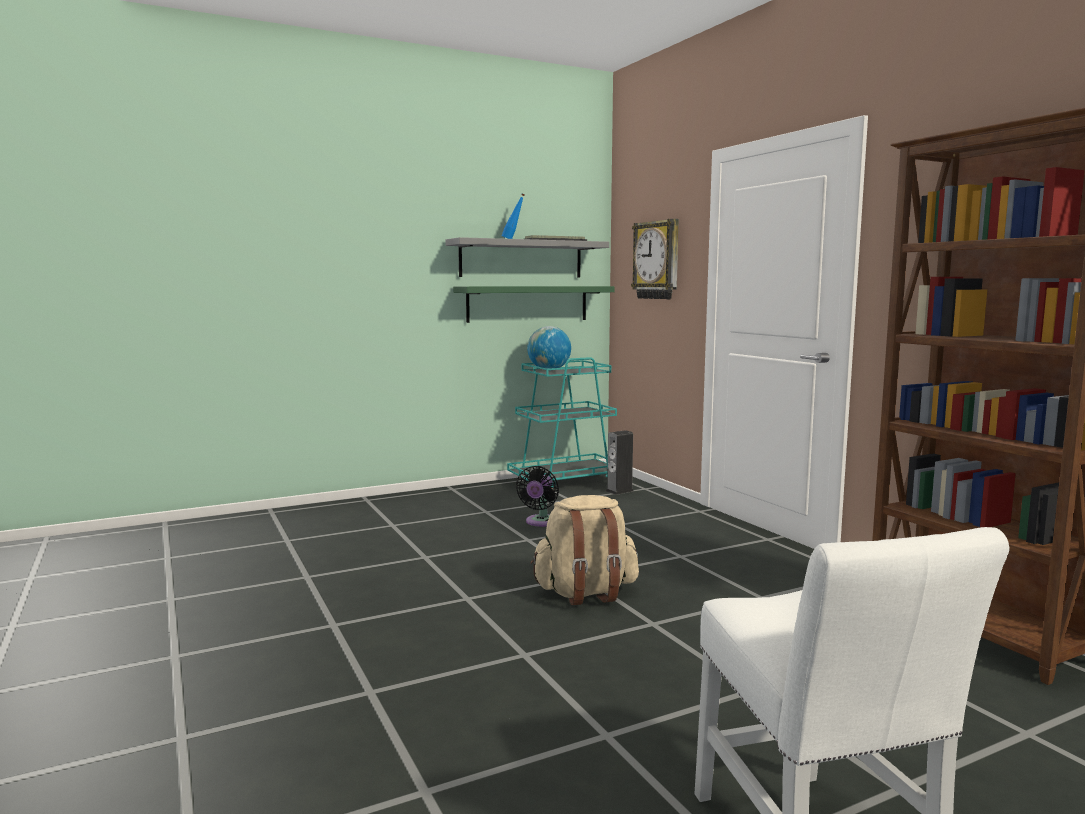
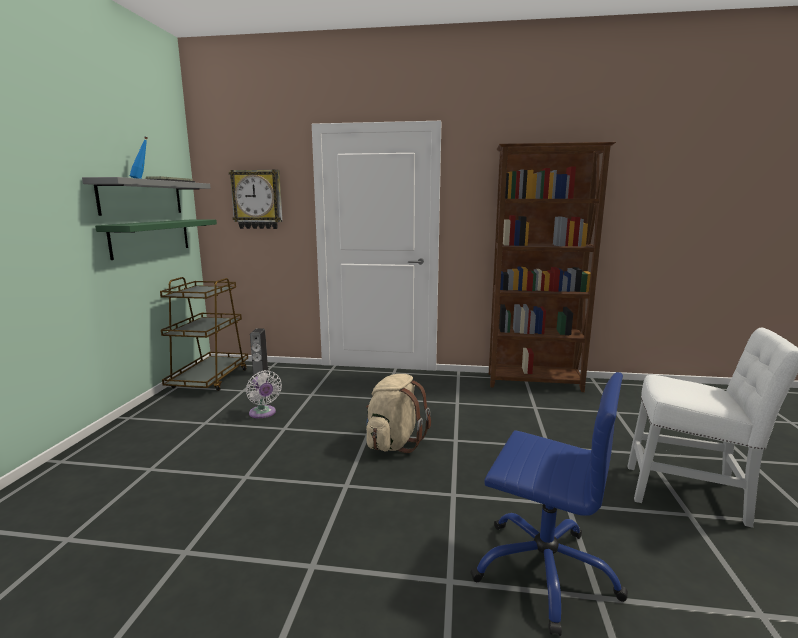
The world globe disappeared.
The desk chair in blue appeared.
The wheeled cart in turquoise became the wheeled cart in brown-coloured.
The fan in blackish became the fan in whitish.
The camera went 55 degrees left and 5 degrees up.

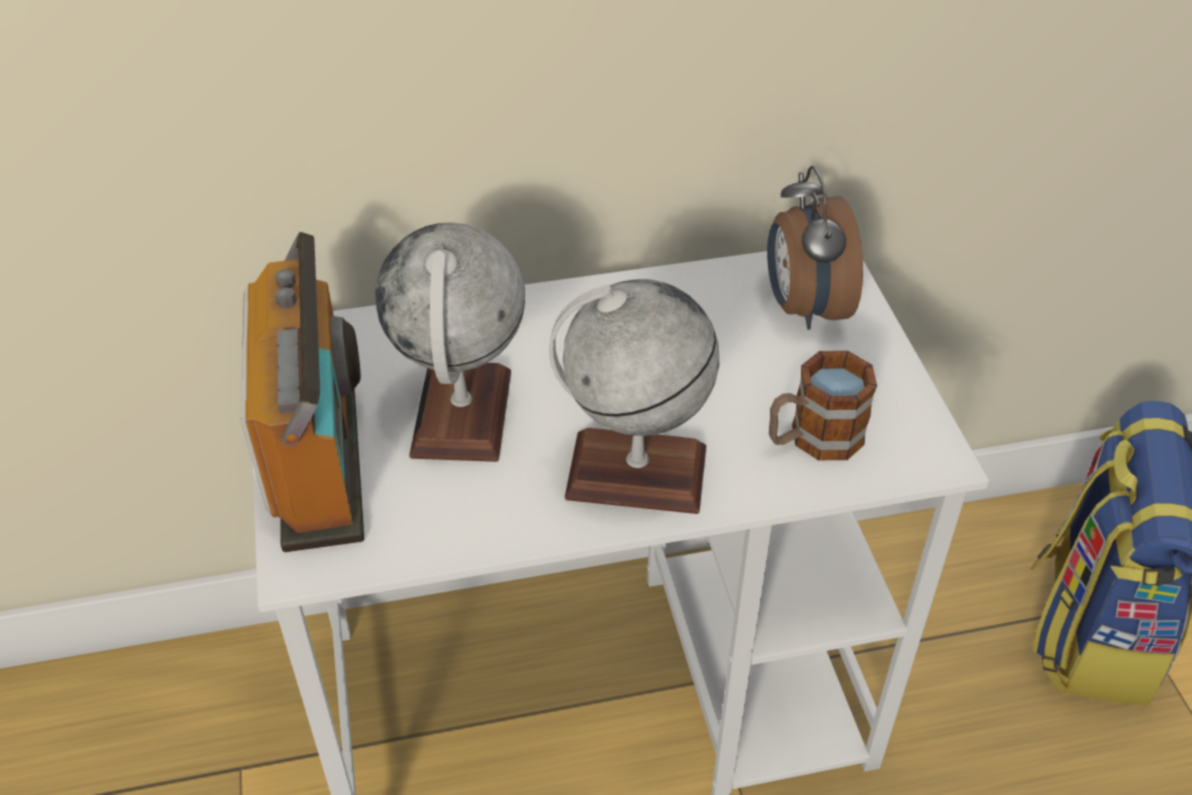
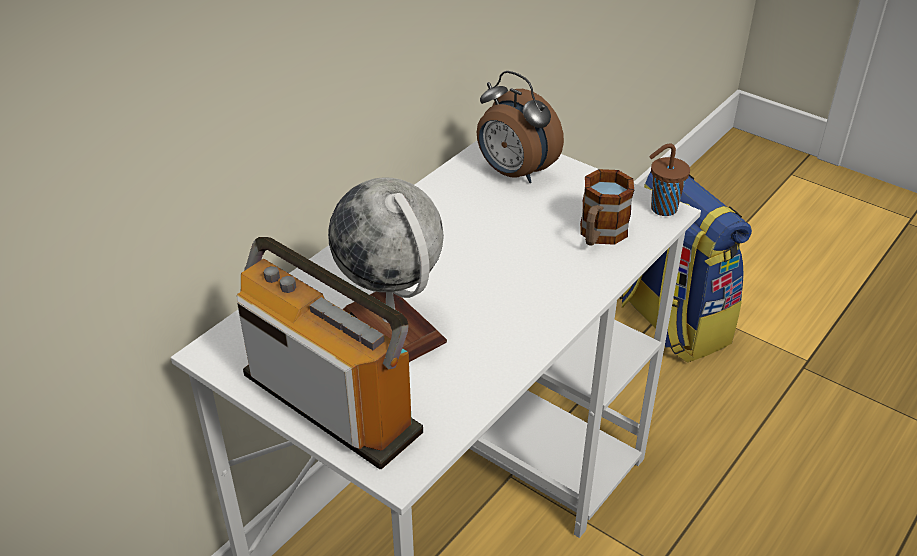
The world globe (2nd from left) disappeared.
The small cup in brown-coloured appeared.
The camera went 40 degrees left and 5 degrees down.

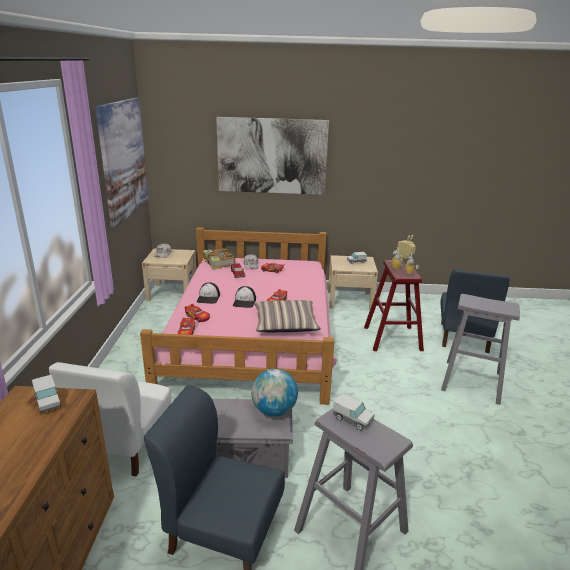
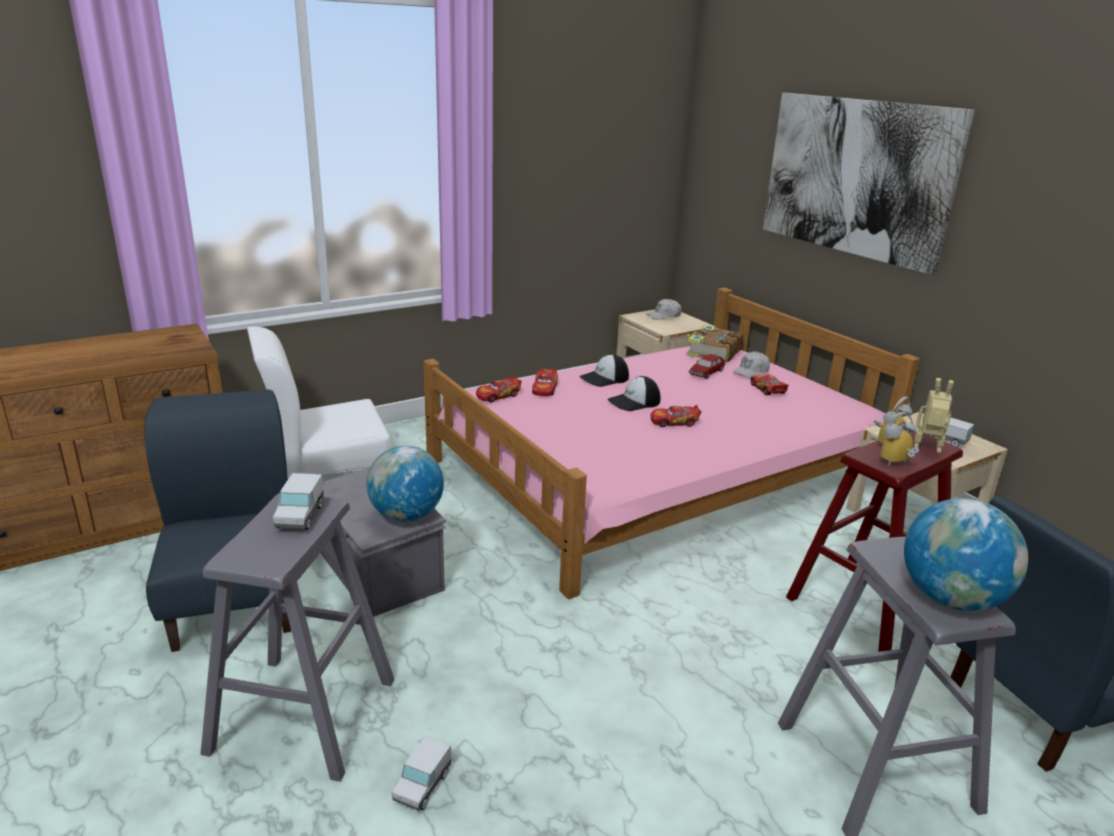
The wall picture (1st from left) disappeared.
The throw pillow disappeared.
The world globe (2nd from left) appeared.
The toy lorry (1st from left in the first image) moved.
The camera went 55 degrees right and 0 degrees up.

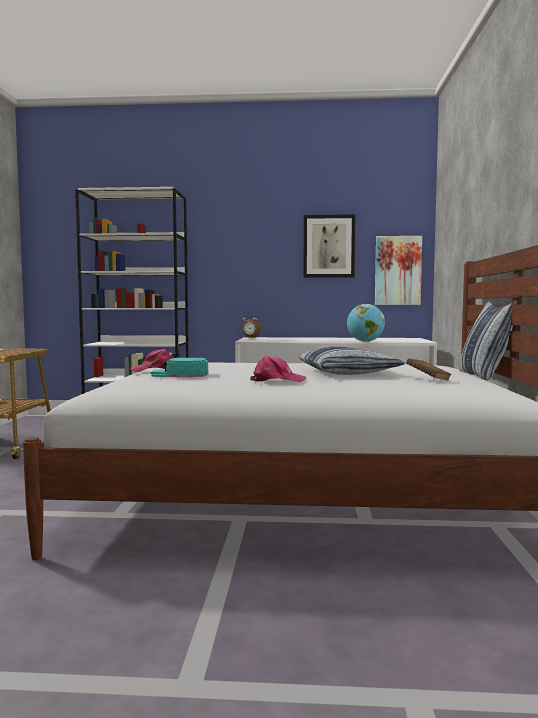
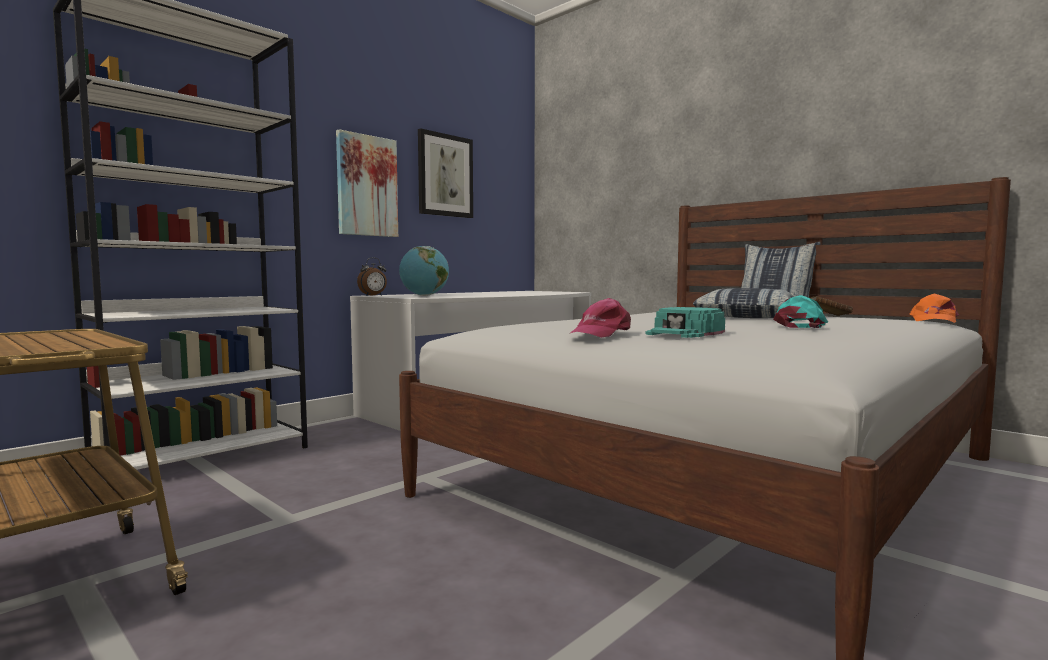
The baseball cap in orange appeared.
The world globe moved.
The wall picture (2nd from left in the first image) moved.
The baseball cap in pink-coloured (2nd from left) became the baseball cap in turquoise (2nd from left).
The camera went 50 degrees left and 0 degrees up.

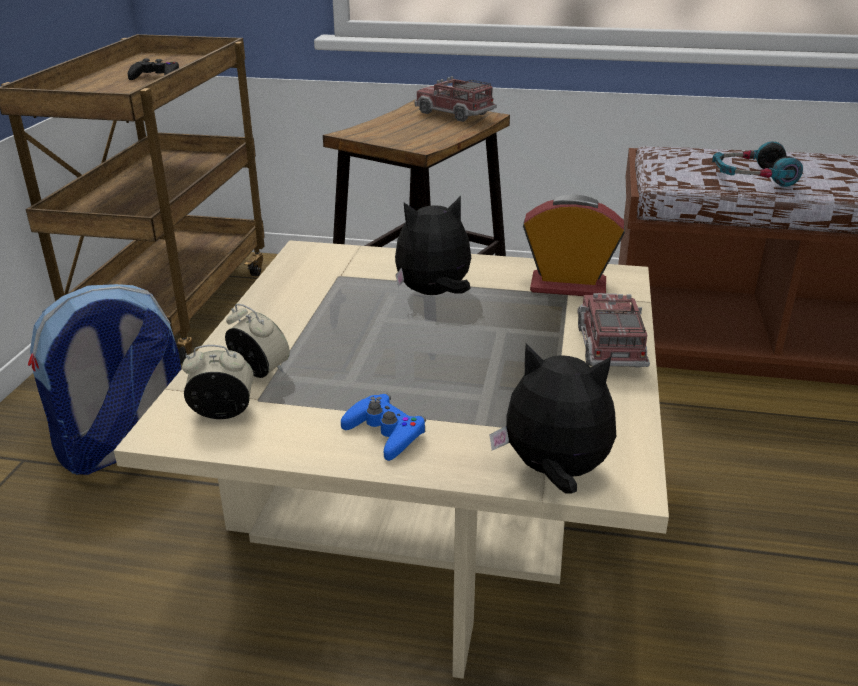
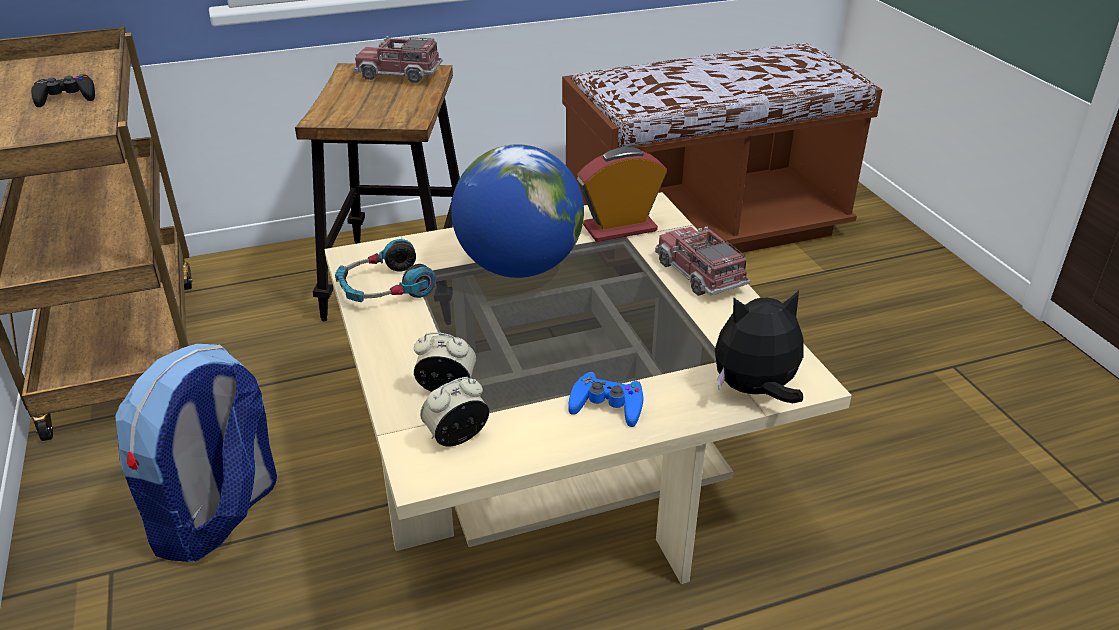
The headphones moved.
The plush toy (1st from left) was replaced by the world globe.
The camera went 30 degrees left and 5 degrees up.

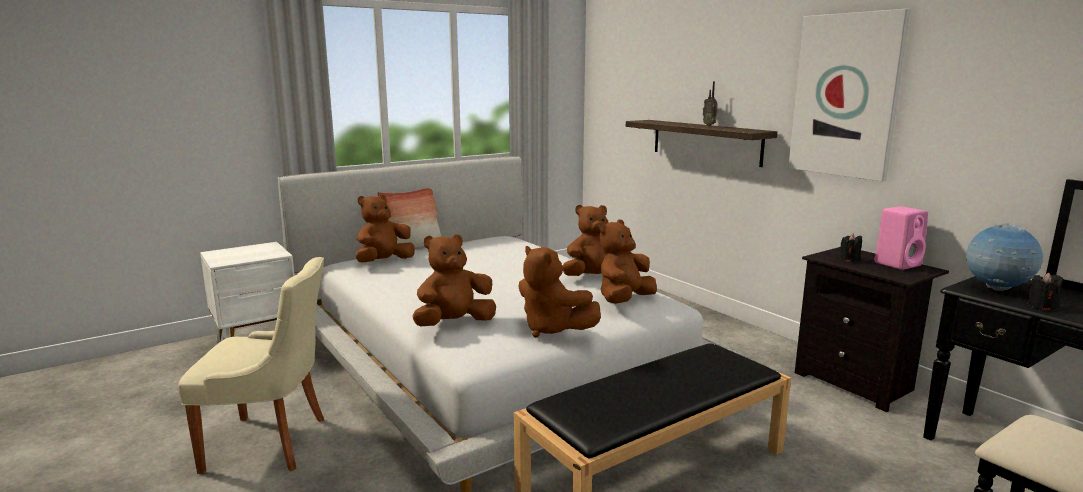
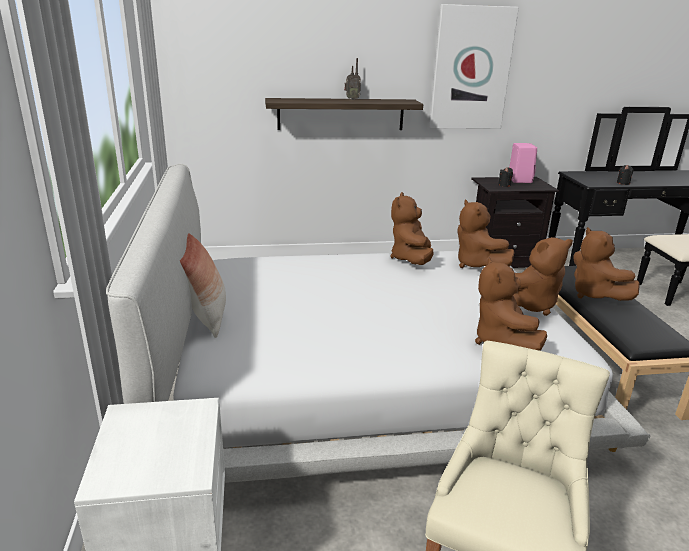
The world globe disappeared.
The plush toy in brown-coloured (1st from left in the first image) moved.
The camera went 65 degrees left and 10 degrees up.

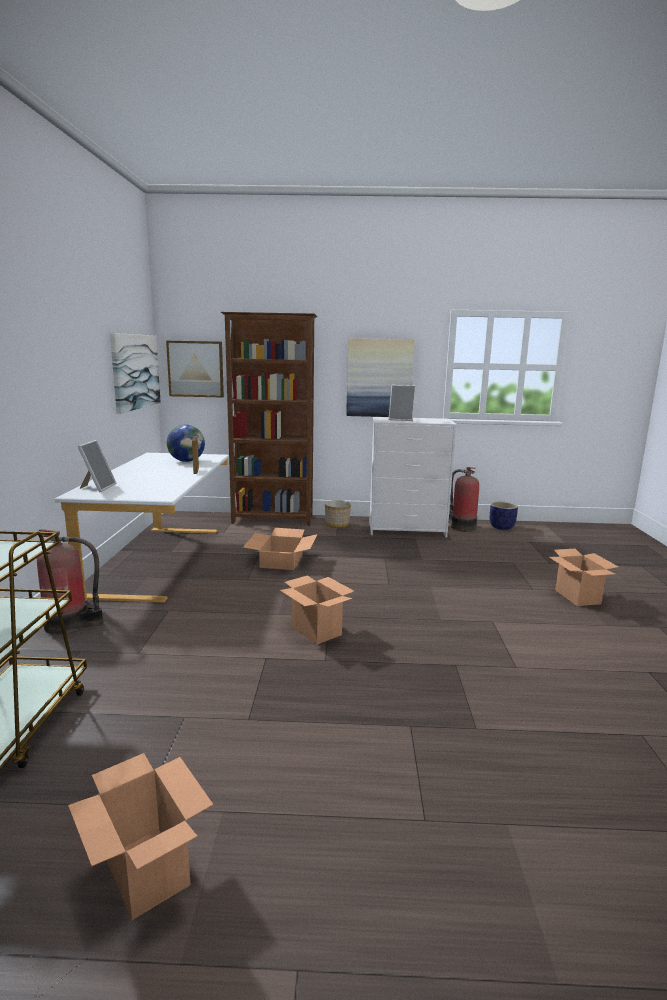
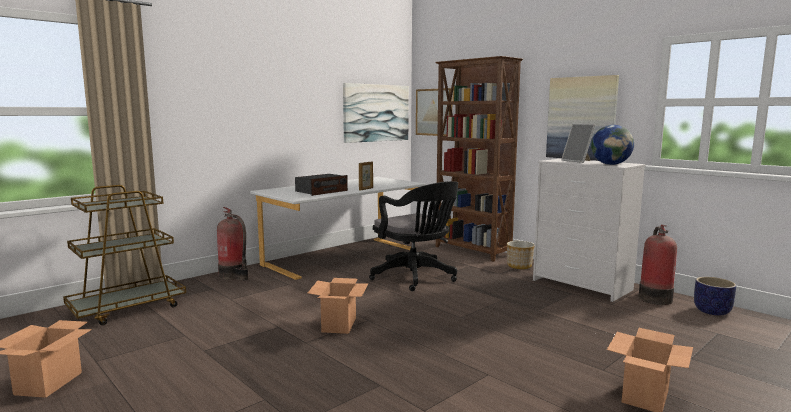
The photo frame (1st from left) disappeared.
The radio set appeared.
The world globe moved.
The carton (2nd from left) was replaced by the desk chair in blackish.
The camera went 45 degrees right and 5 degrees down.

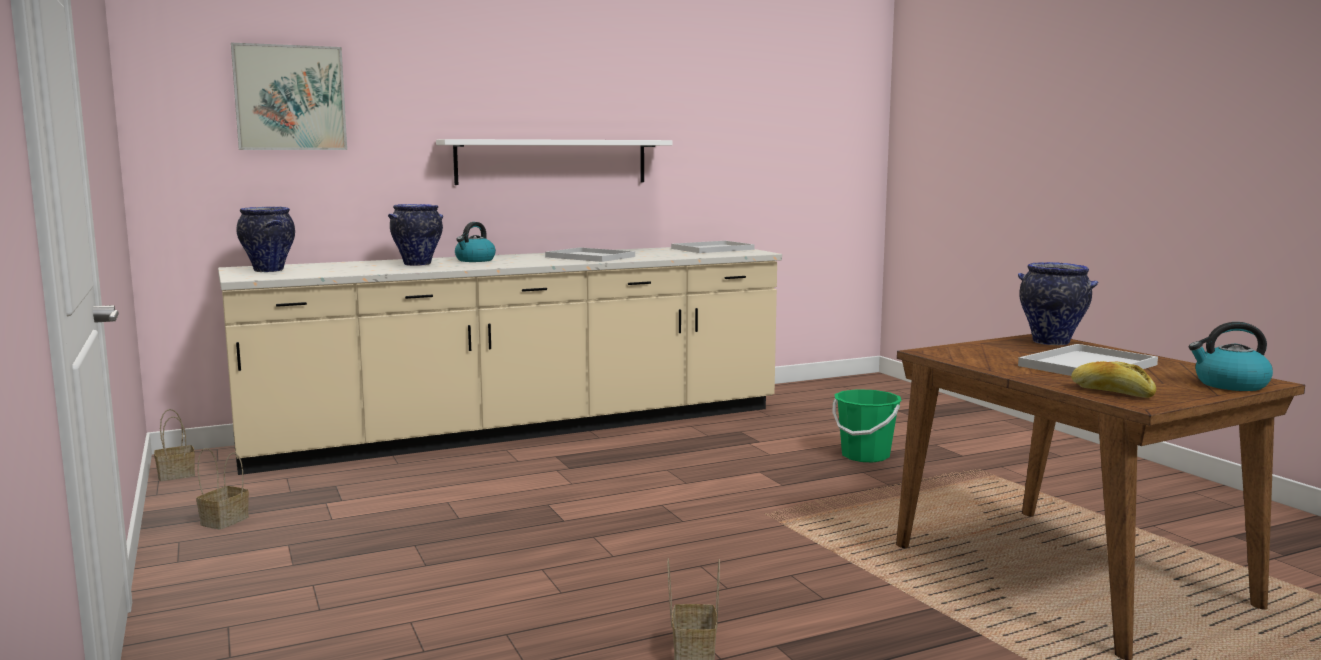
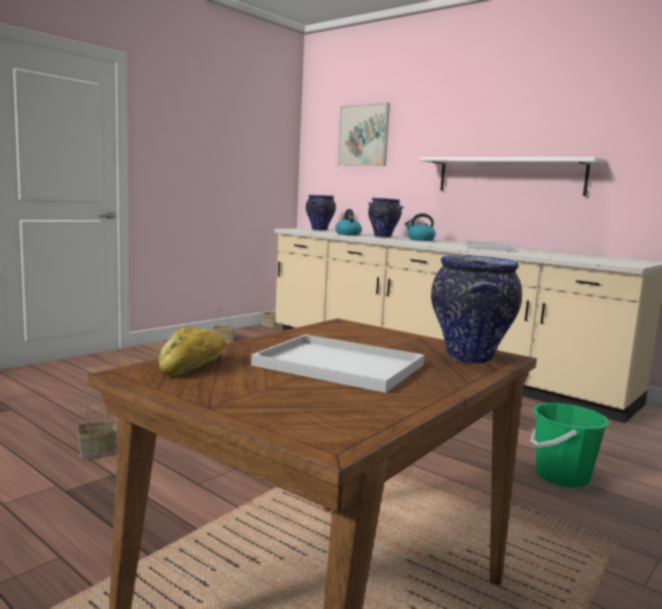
The serving tray in whitish (2nd from left) disappeared.
The tea kettle (2nd from left in the first image) moved.
The camera went 65 degrees right and 0 degrees up.

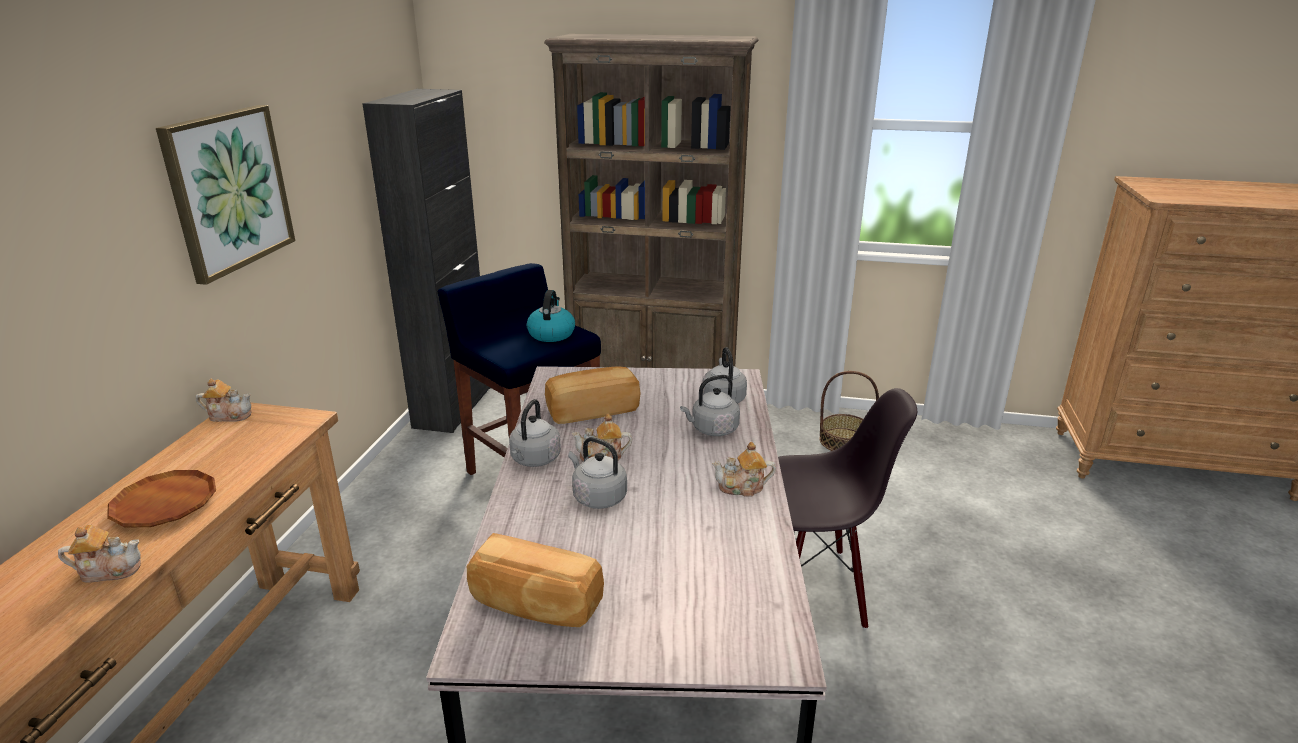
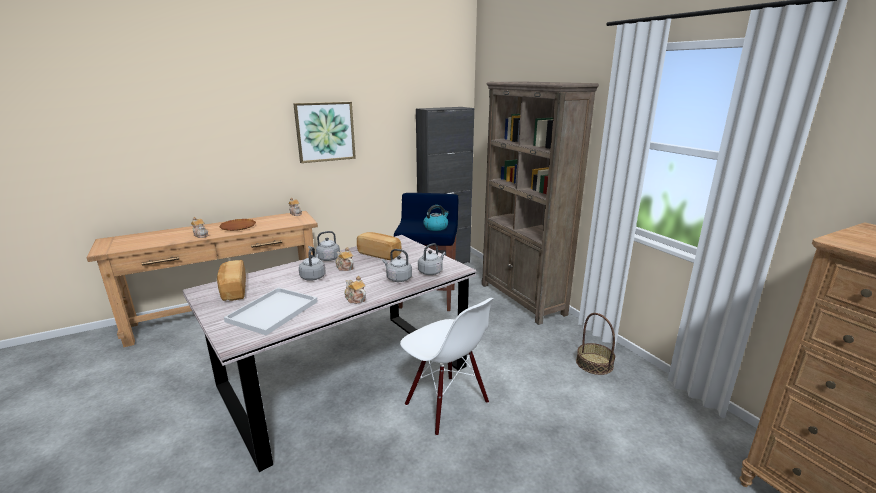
The serving tray in whitish appeared.
The chair in blackish became the chair in whitish.
The camera went 50 degrees right and 5 degrees down.

